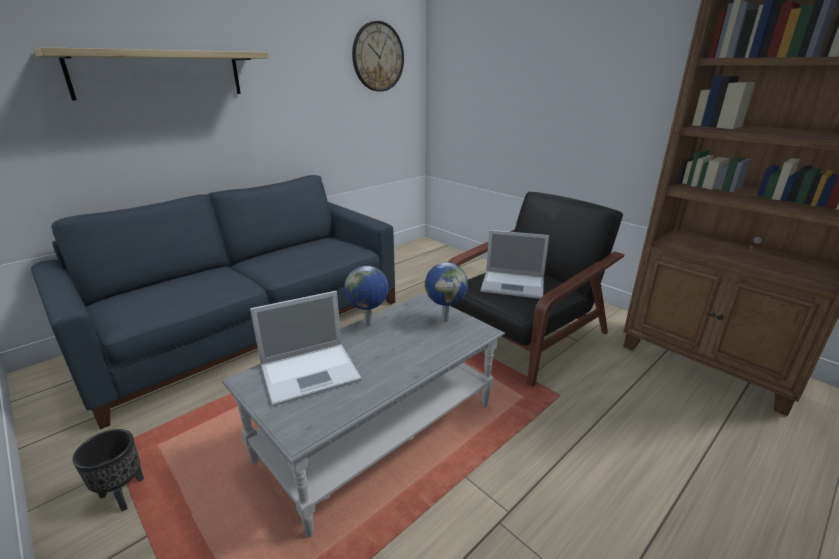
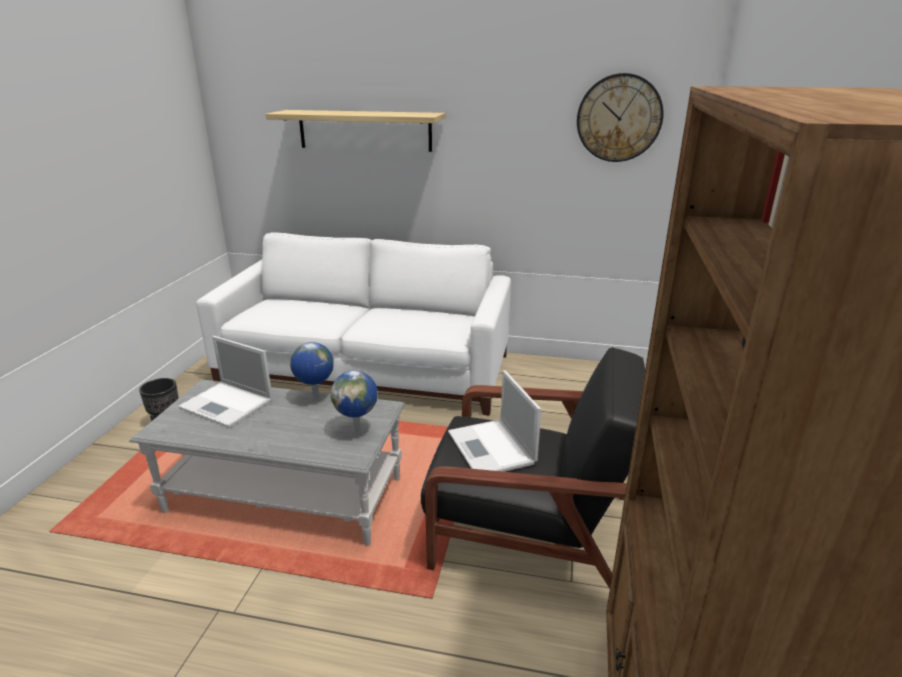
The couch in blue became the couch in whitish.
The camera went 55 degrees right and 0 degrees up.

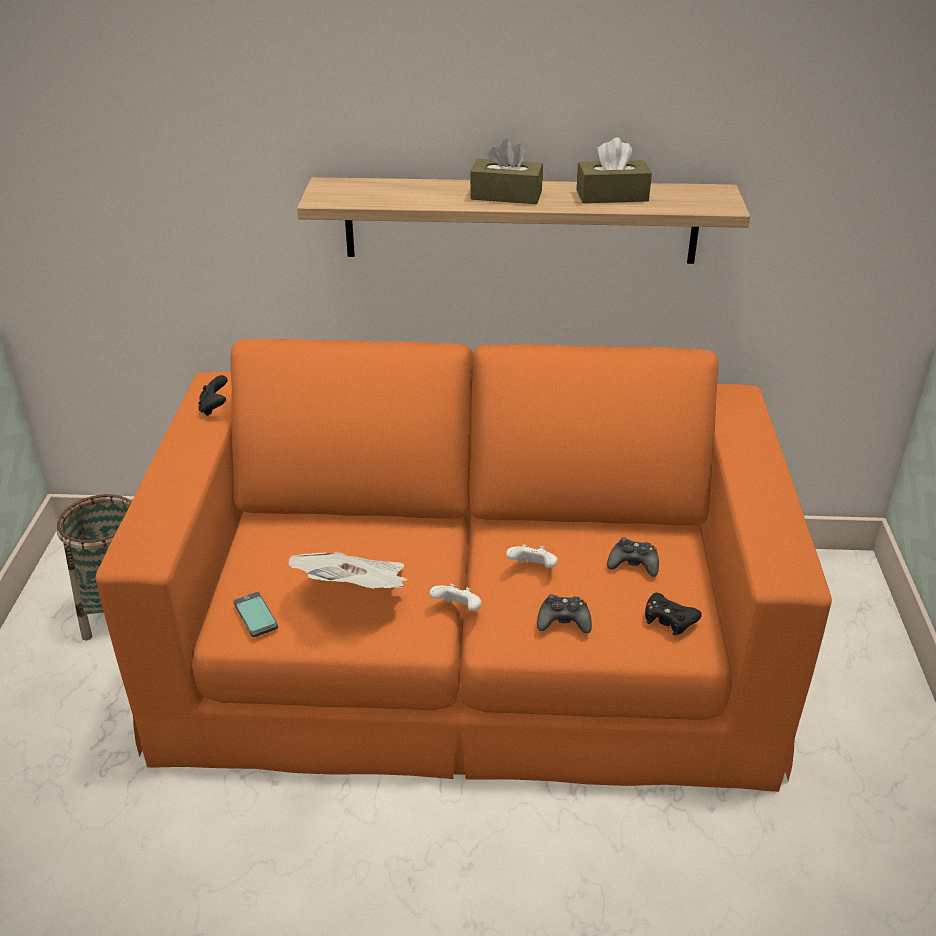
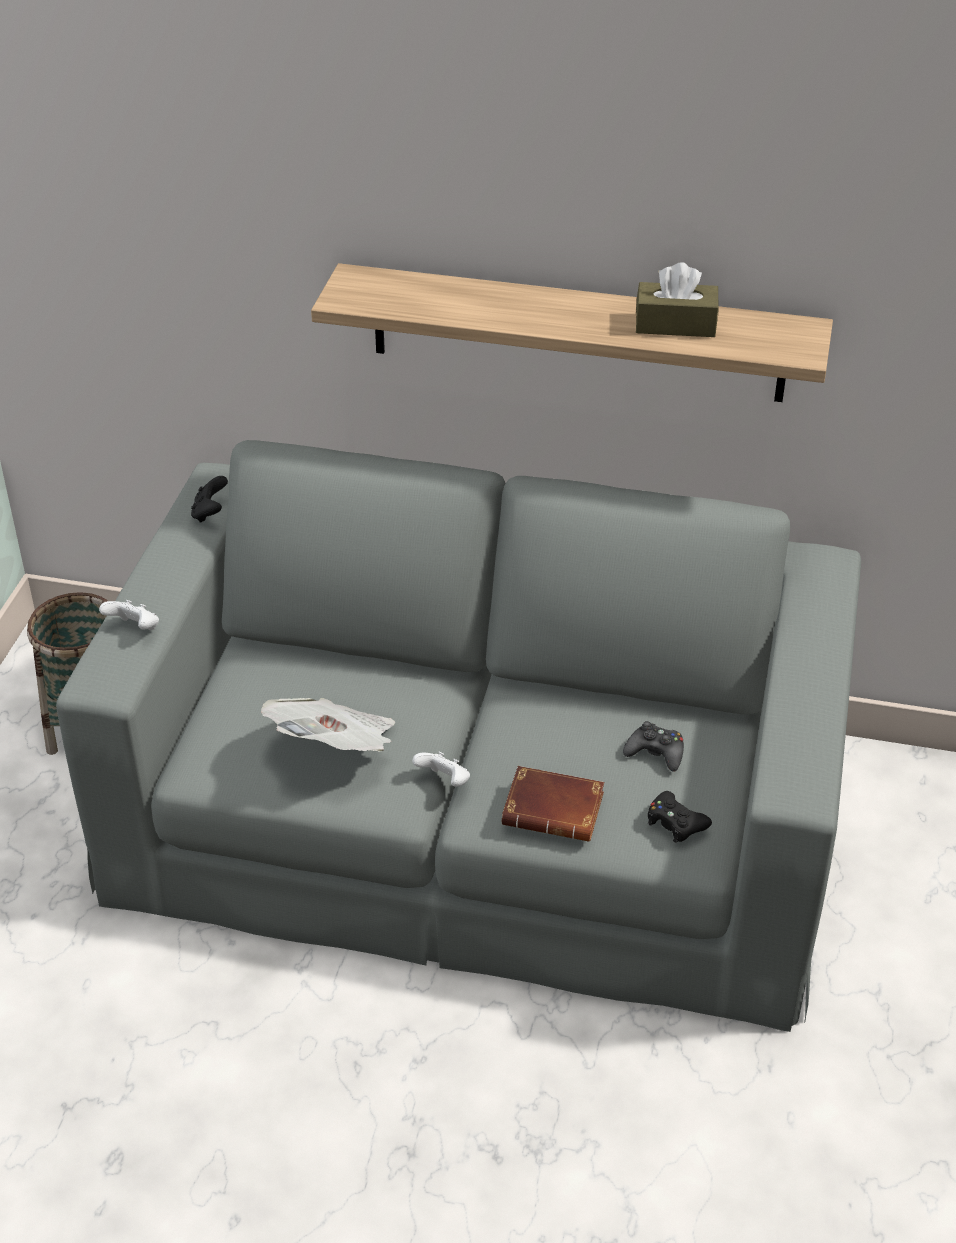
The phone disappeared.
The tissue box in brown-coloured (1st from left) disappeared.
The game controller in whitish (2nd from left in the first image) moved.
The game controller in blackish (2nd from left) was replaced by the book in brown-coloured.
The couch in orange became the couch in greyish.
The camera went 10 degrees right and 5 degrees up.

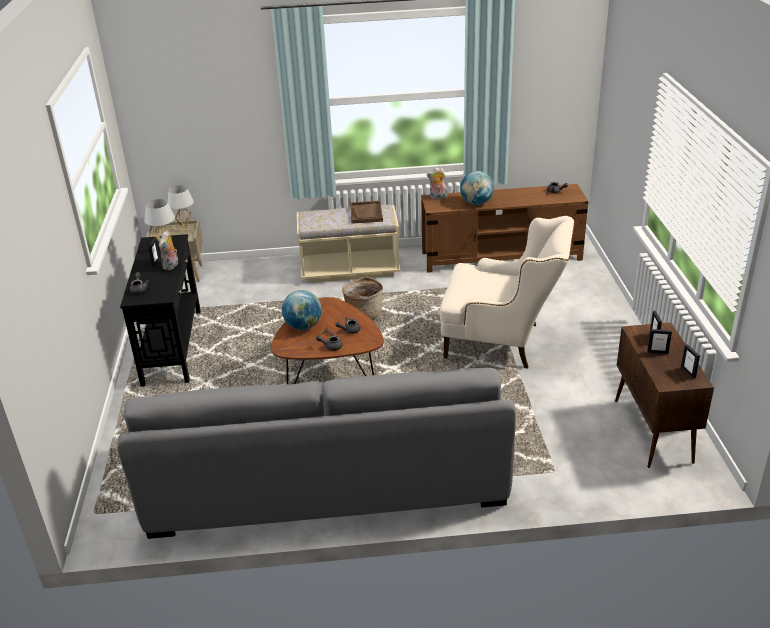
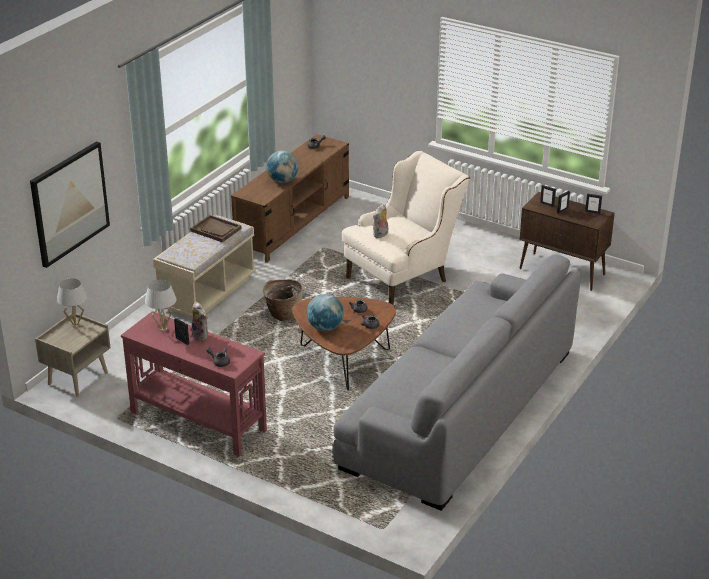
The wall picture appeared.
The plush toy (2nd from left) moved.
The narrow table in blackish became the narrow table in reddish.
The camera went 55 degrees left and 0 degrees up.

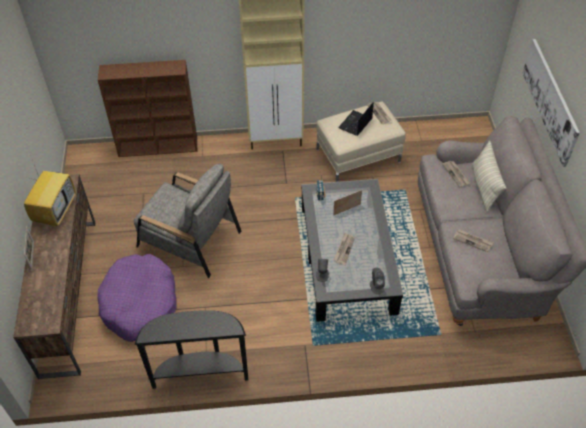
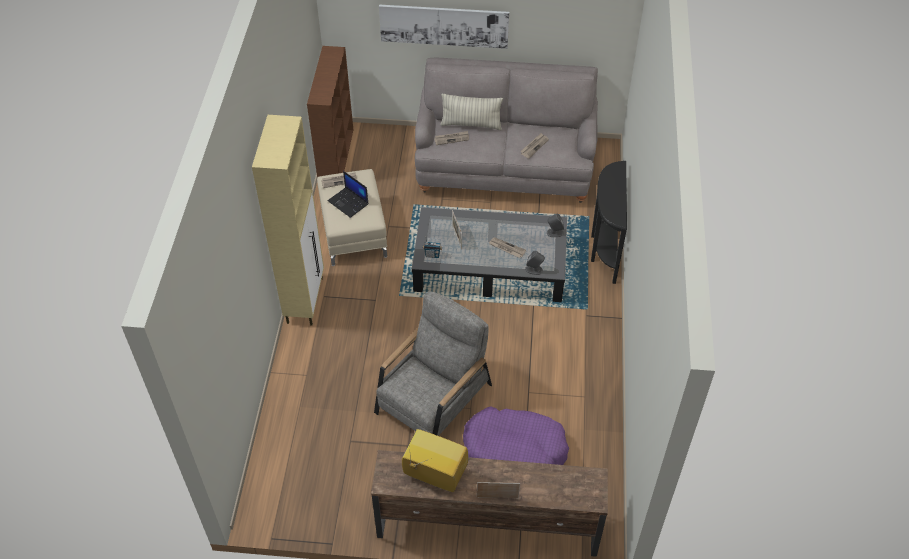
The shelving unit in brown-coloured moved.
The narrow table in blackish moved.
The camera went 80 degrees left and 0 degrees up.

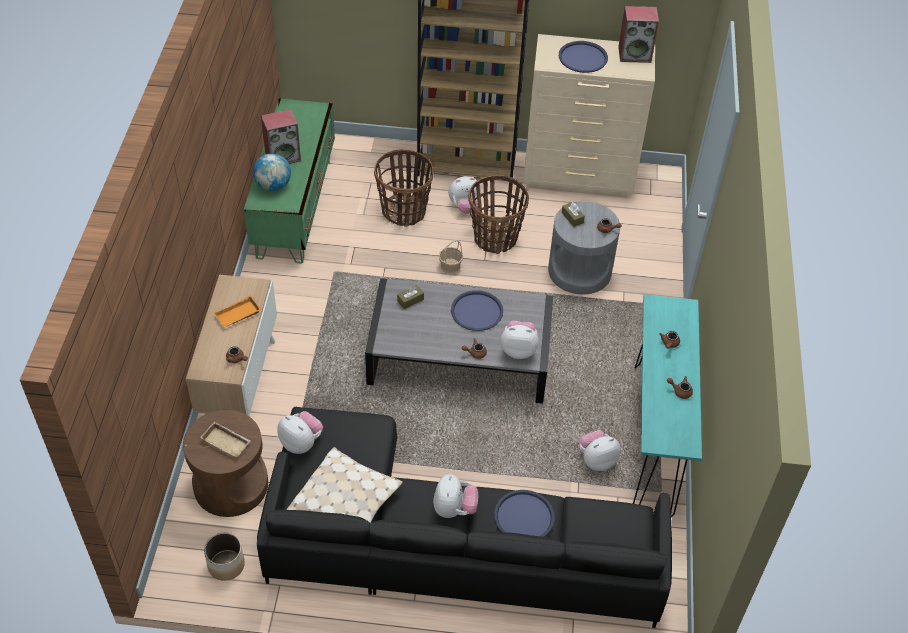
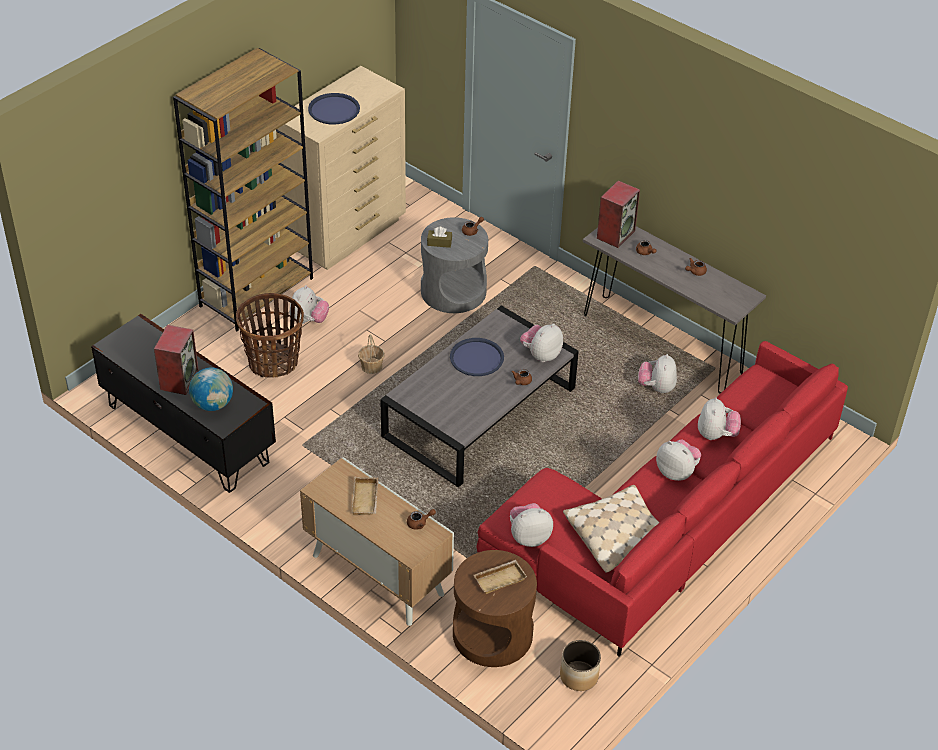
The tissue box in brown-coloured (1st from left) disappeared.
The basket (3rd from left) disappeared.
The speaker (2nd from left) moved.
The serving tray in blue (2nd from left) was replaced by the plush toy (6th from left).
The serving tray in orange became the serving tray in sand-coloured (1st from left).
The tv unit in green became the tv unit in blackish.
The couch in blackish became the couch in reddish.
The narrow table in turquoise became the narrow table in greyish.
The camera went 55 degrees left and 5 degrees down.

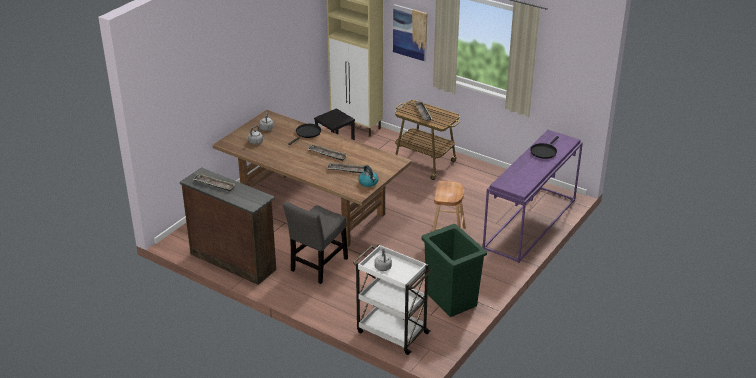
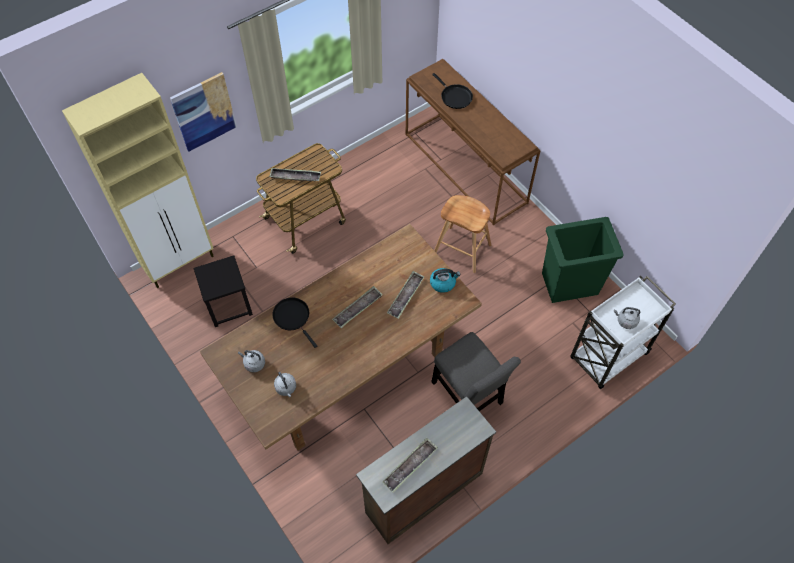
The narrow table in purple-coloured became the narrow table in brown-coloured.
The camera went 70 degrees left and 25 degrees up.

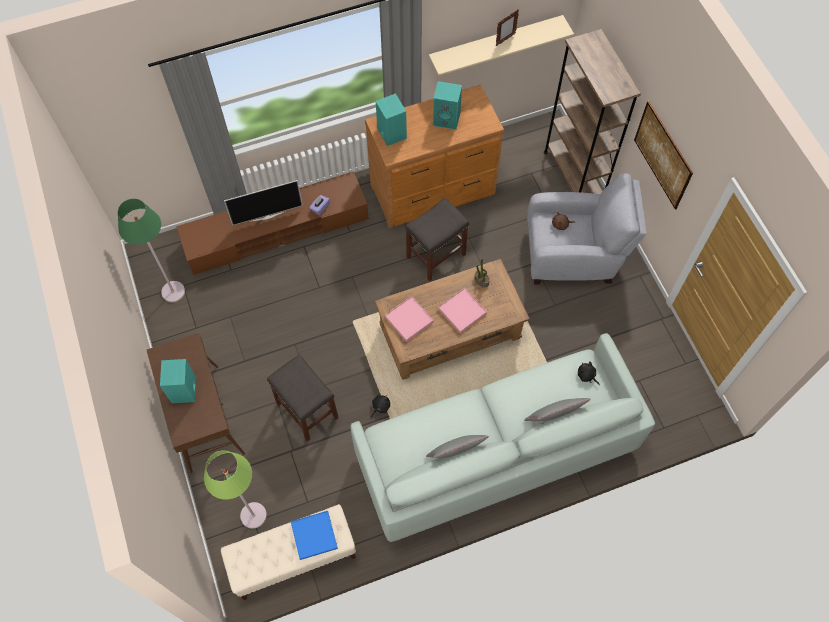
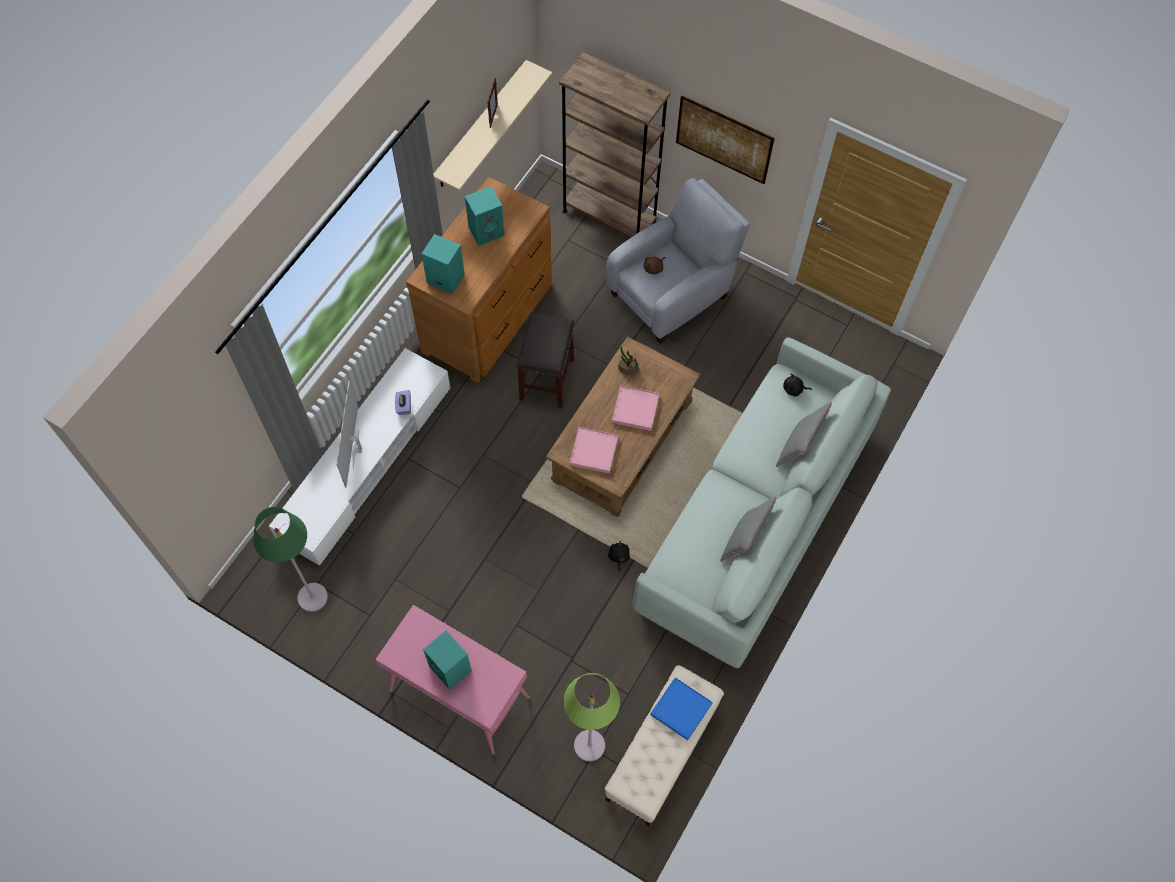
The sitting stool in greyish (1st from left) disappeared.
The narrow table in brown-coloured became the narrow table in pink-coloured.
The tv unit in brown-coloured became the tv unit in whitish.
The television turned 150 degrees clockwise.
The camera went 40 degrees left and 0 degrees up.

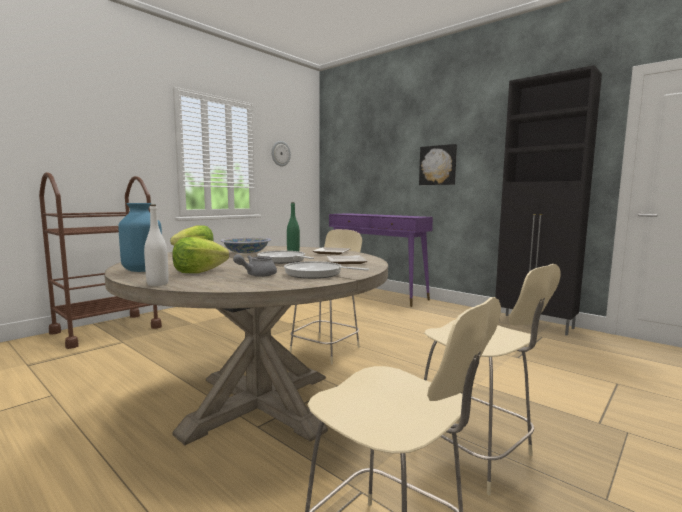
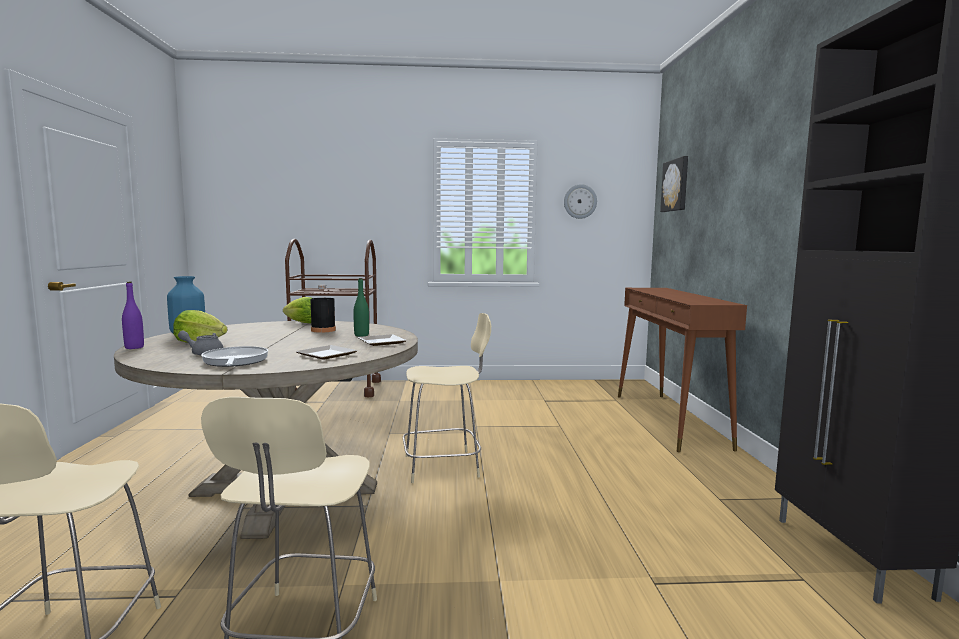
The pan (1st from left) disappeared.
The wall picture moved.
The serving bowl was replaced by the beverage bottle in blackish.
The beverage bottle in whitish became the beverage bottle in purple-coloured.
The narrow table in purple-coloured became the narrow table in brown-coloured.
The camera went 45 degrees right and 0 degrees up.

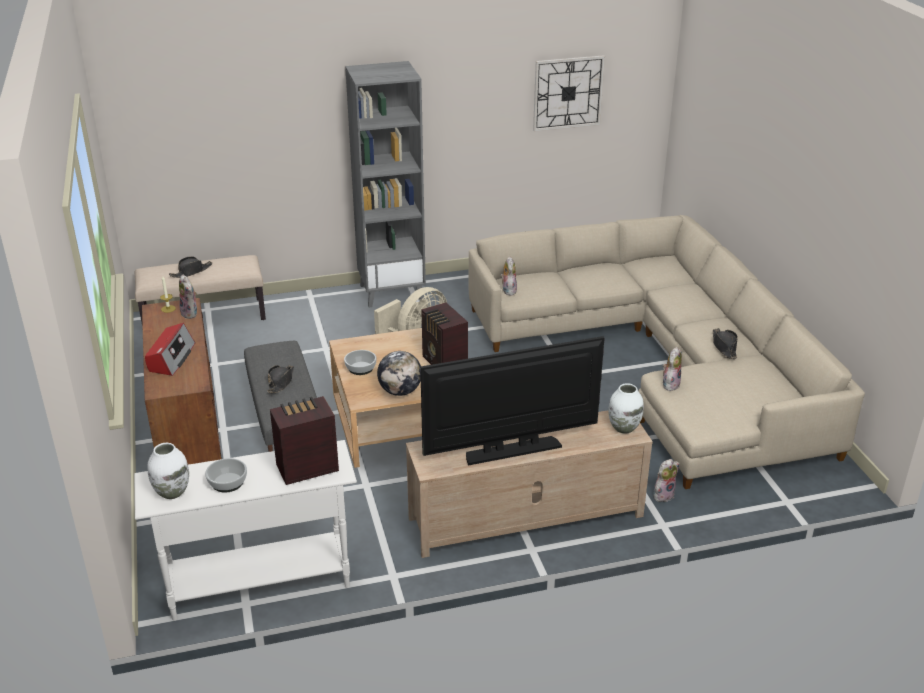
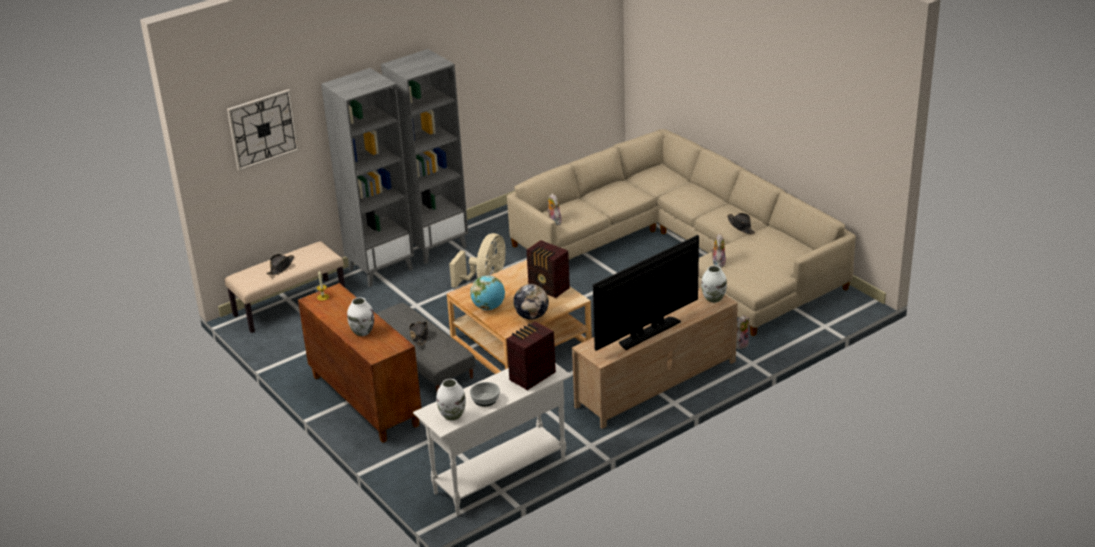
The plush toy (1st from left) disappeared.
The shelving unit in greyish (1st from left) appeared.
The clock on the wall moved.
The radio set (1st from left) was replaced by the decorative vase in whitish (1st from left).
The serving bowl (2nd from left) was replaced by the world globe (1st from left).
The camera went 20 degrees left and 0 degrees up.

